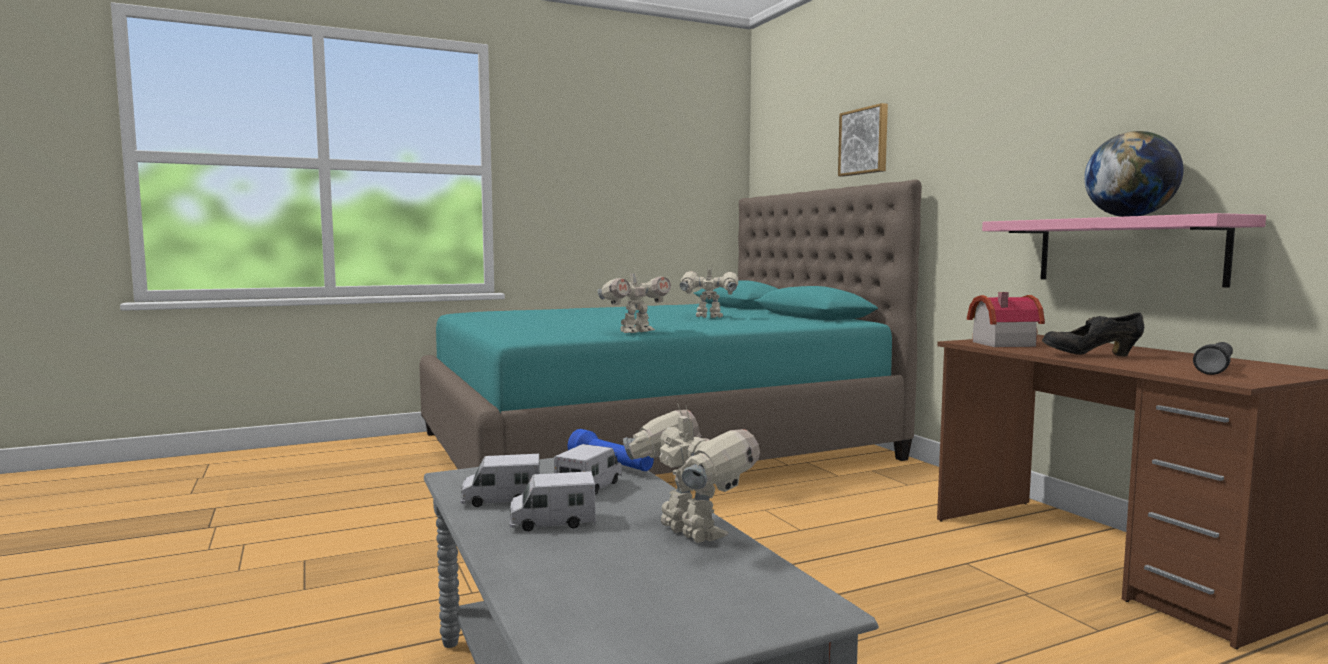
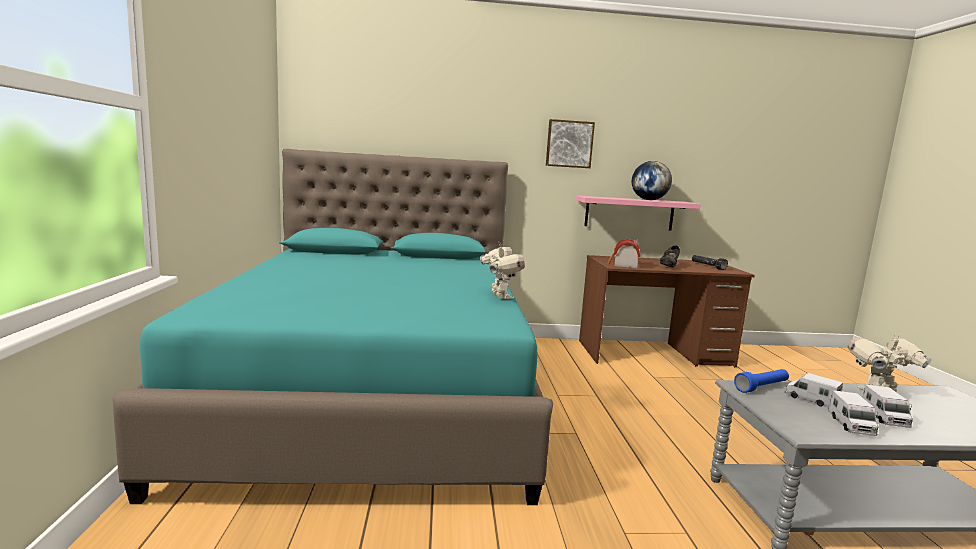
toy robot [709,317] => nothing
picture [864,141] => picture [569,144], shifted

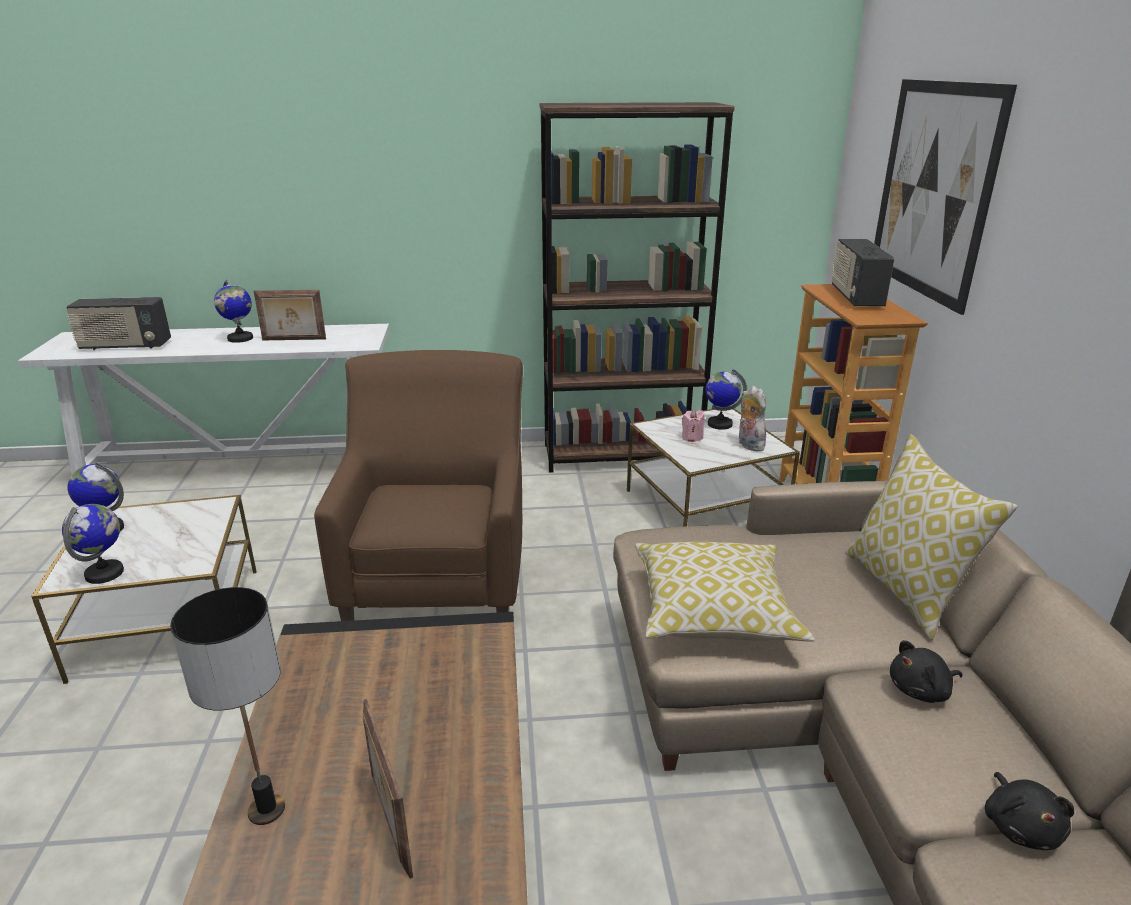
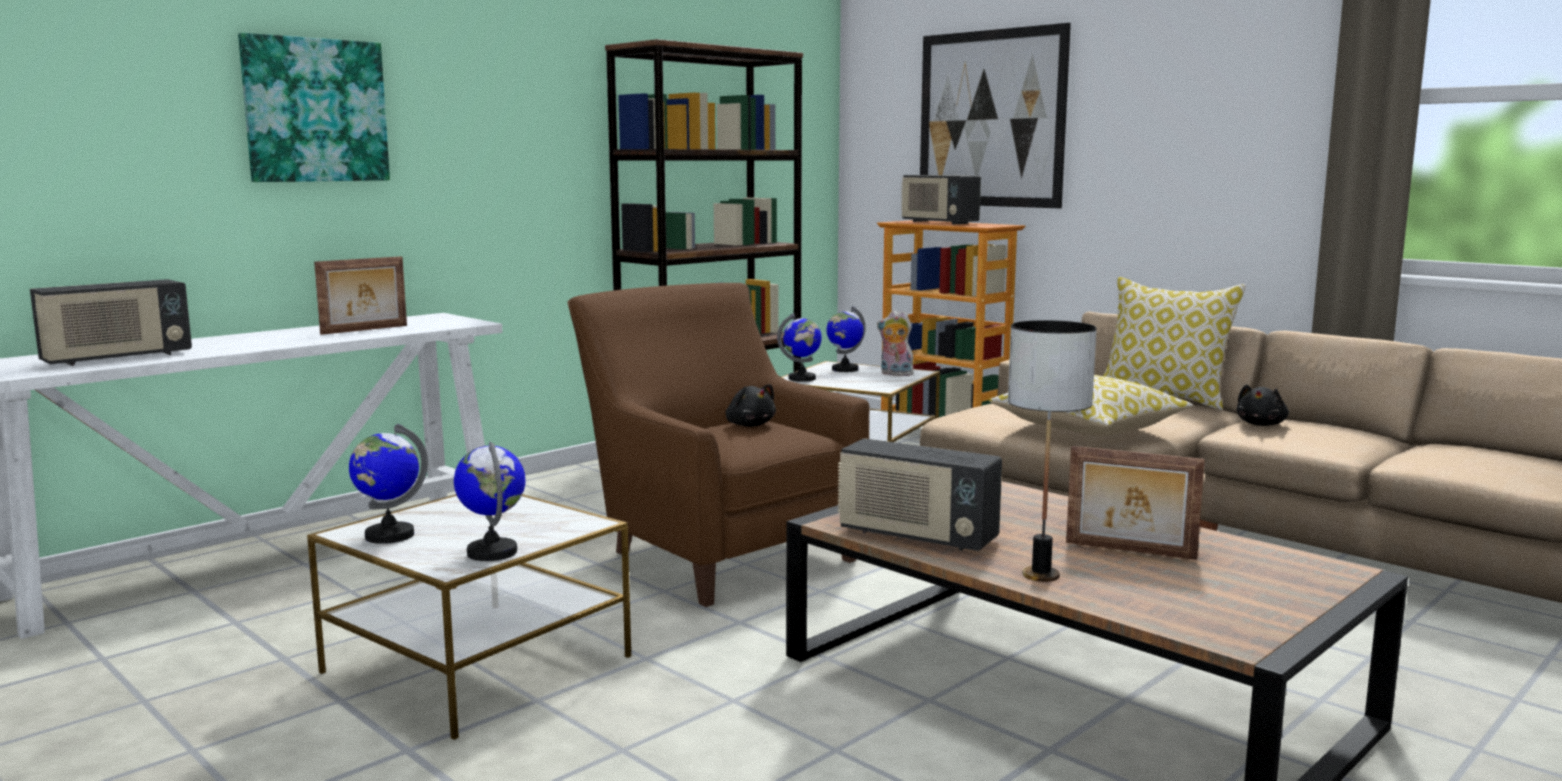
pink candle [692,437] => nothing
nothing => picture [315,110]
nothing => radio [916,536]
globe [240,338] => globe [802,379], shifted
black plush toy [1020,826] => black plush toy [749,425], shifted

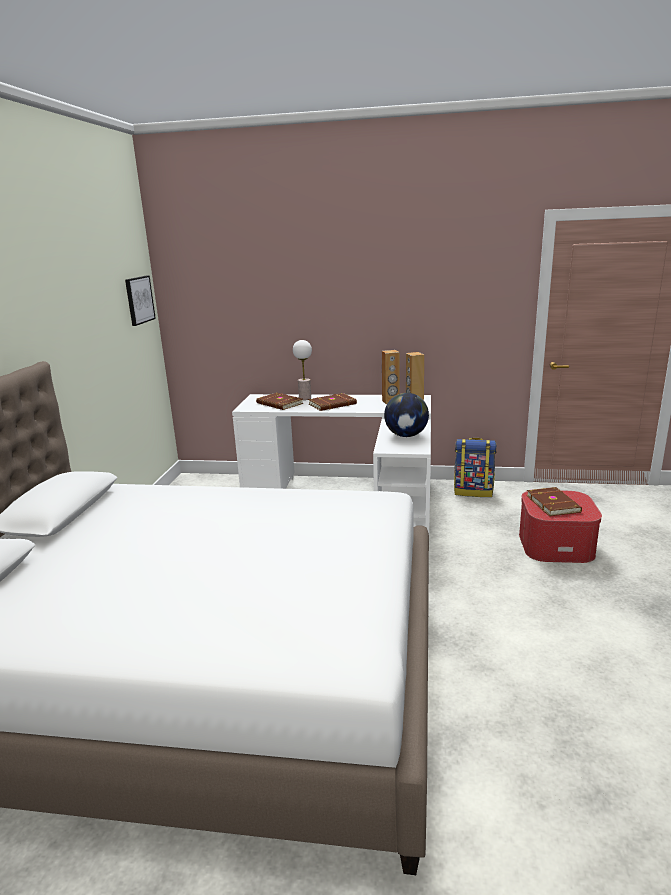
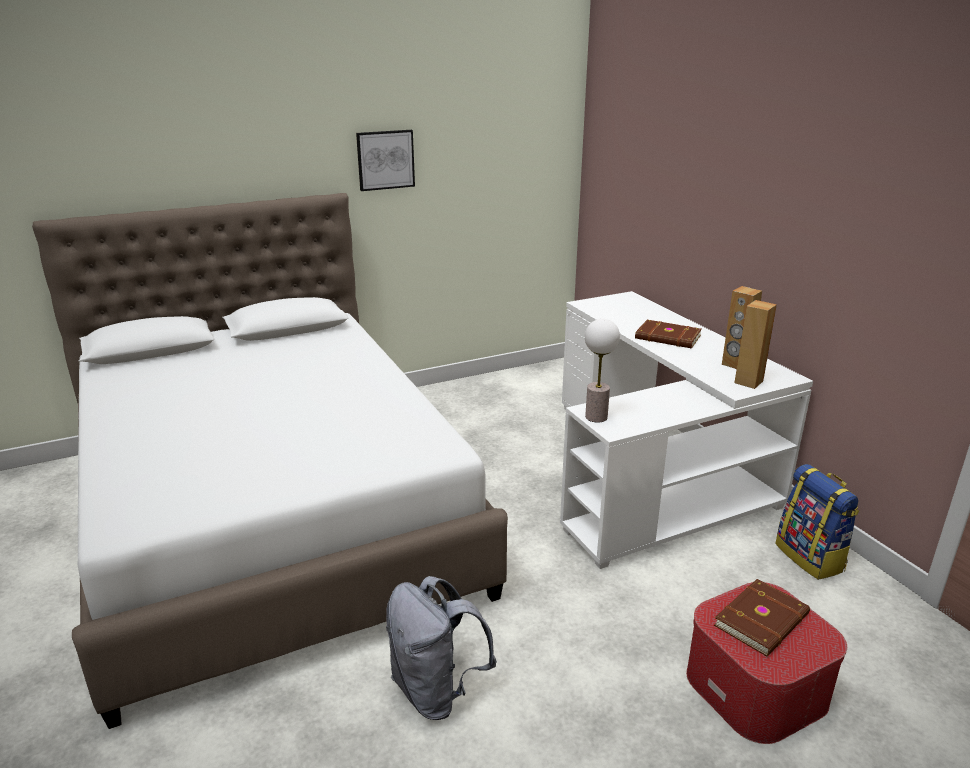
brown book [279,404] => nothing
globe [406,435] => nothing
nothing => grey backpack [436,691]
picture [139,300] => picture [385,160], shifted
table lamp [305,398] => table lamp [596,417], shifted

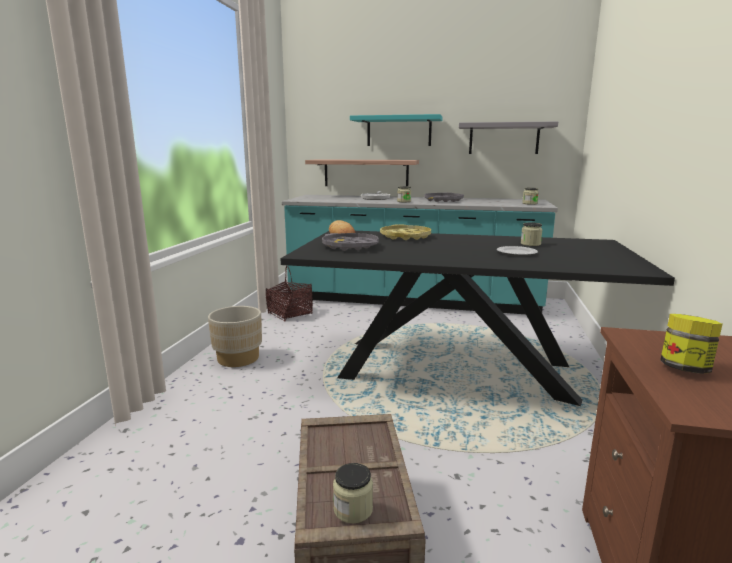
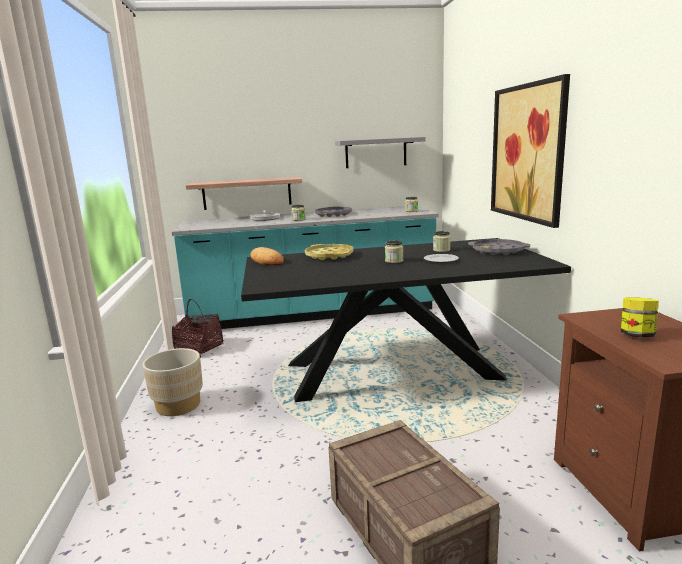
turquoise shelf [399,131] => nothing
nothing => picture [527,153]
grey tray [350,246] => grey tray [498,251], shifted
jar [353,509] => jar [394,261], shifted

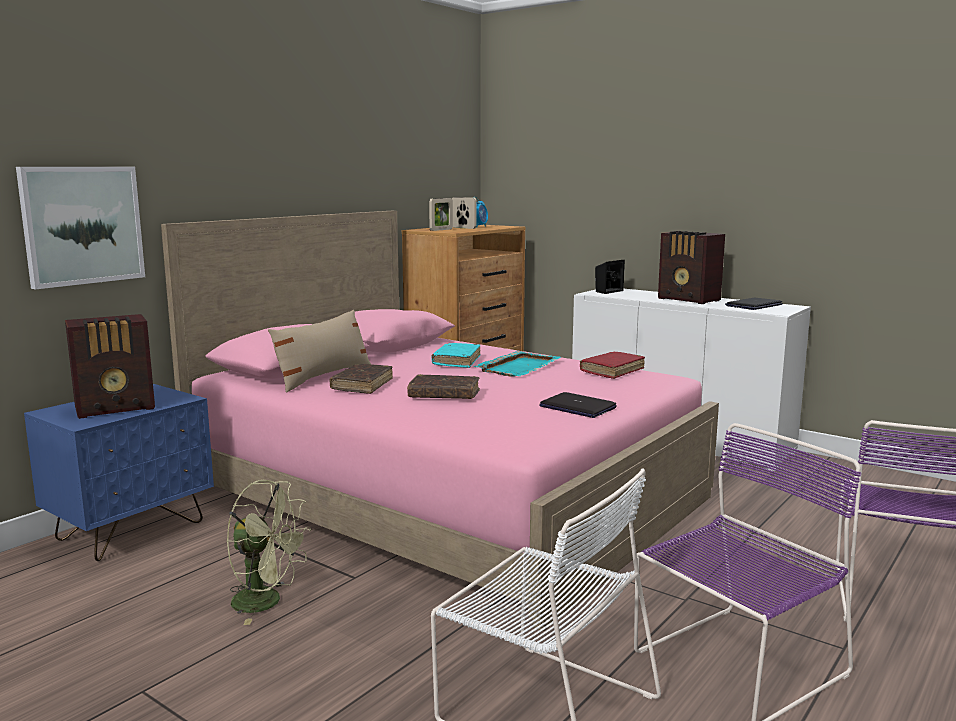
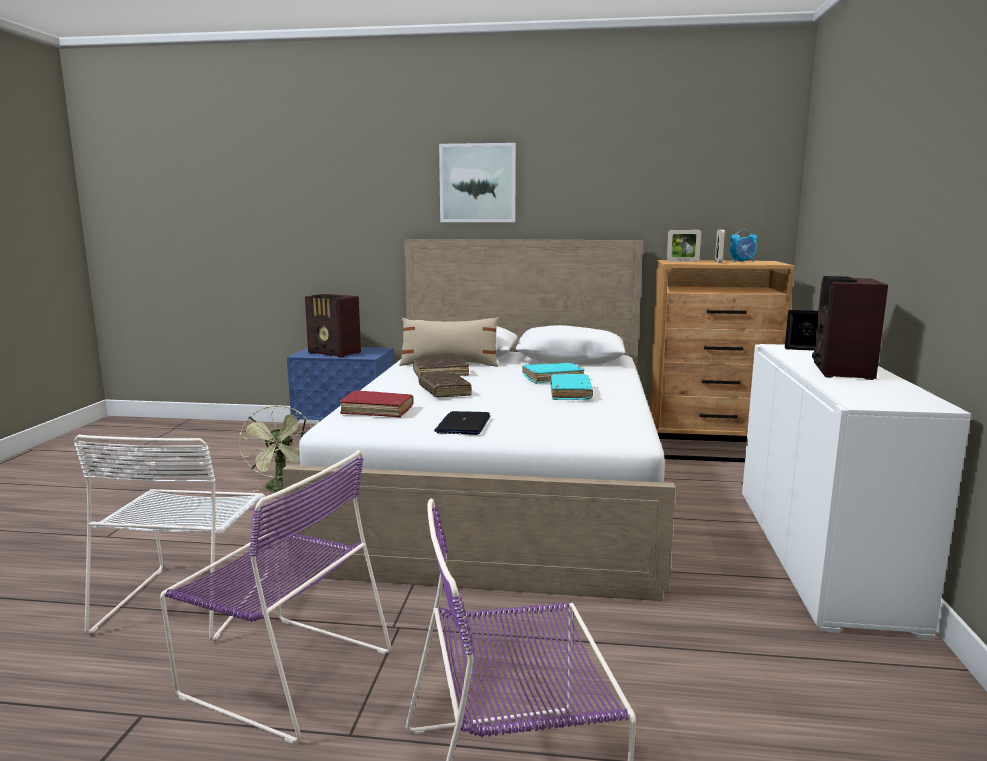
laptop [754,305] => nothing
picture [82,225] => picture [477,183], shifted
red book [612,371] => red book [377,411], shifted
turquoise tray [519,366] => turquoise book [570,393]
pink bed [447,493] => white bed [503,490]

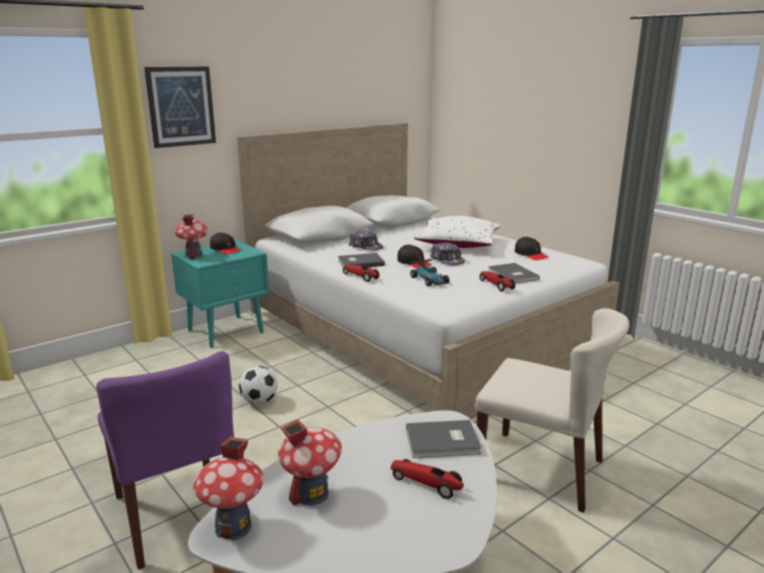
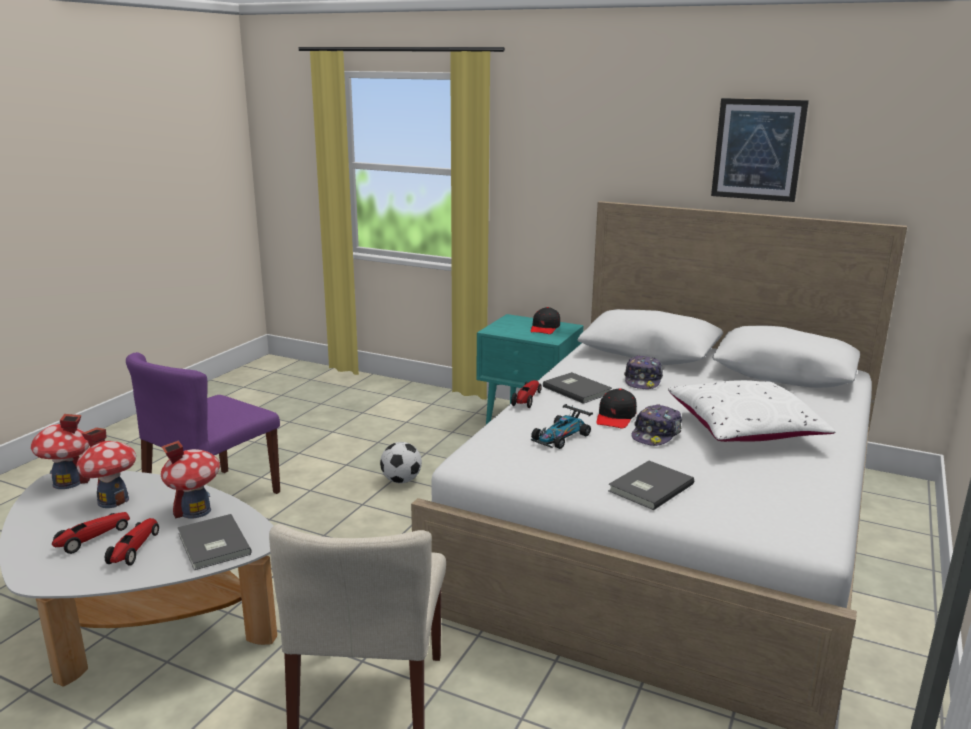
black cap [531,254] => nothing
picture [181,106] => picture [758,149], shifted
toy house [193,255] => toy house [195,510], shifted
toy car [496,285] => toy car [92,538], shifted

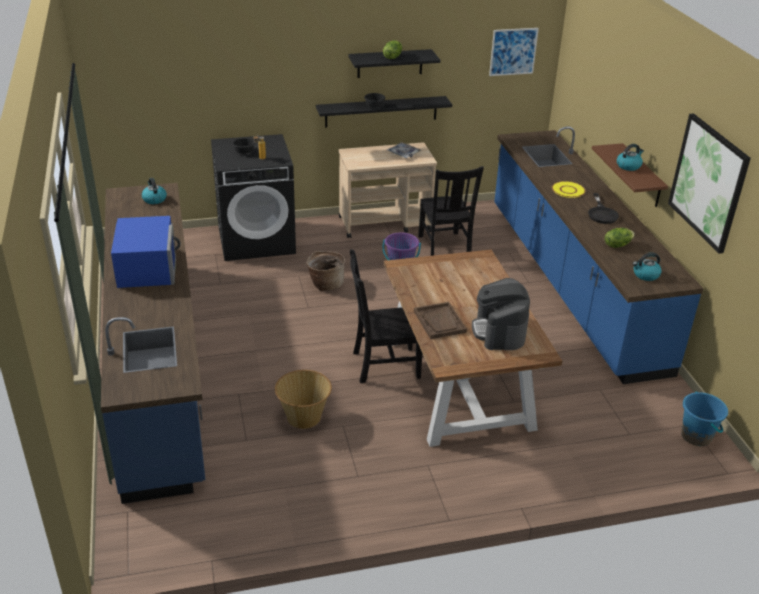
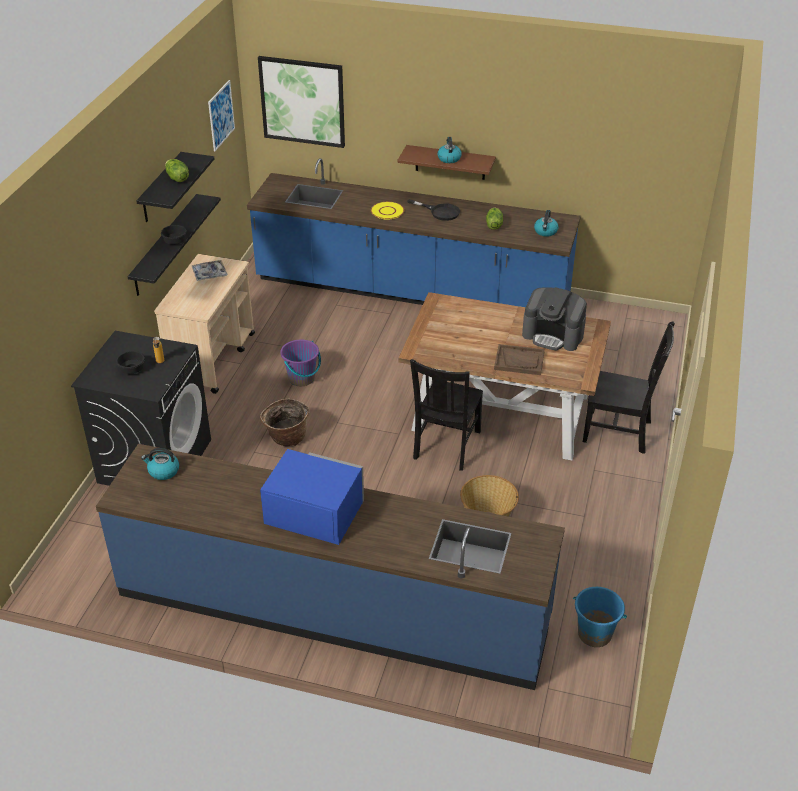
black chair [444,248] => black chair [619,432], shifted
picture [708,182] => picture [302,101], shifted
blue bucket [696,436] => blue bucket [594,634], shifted

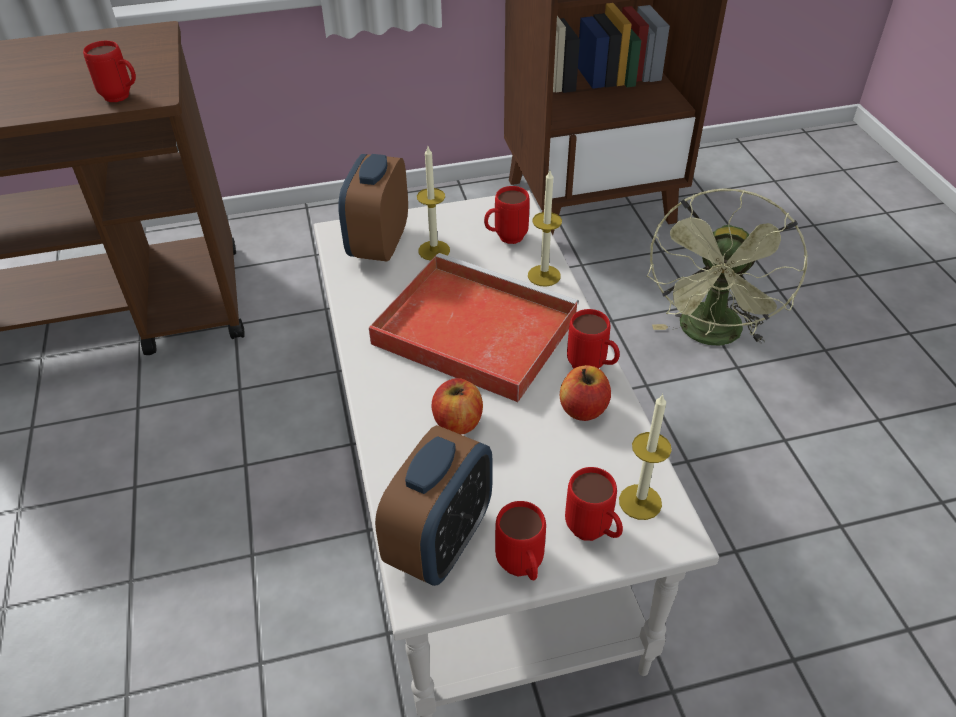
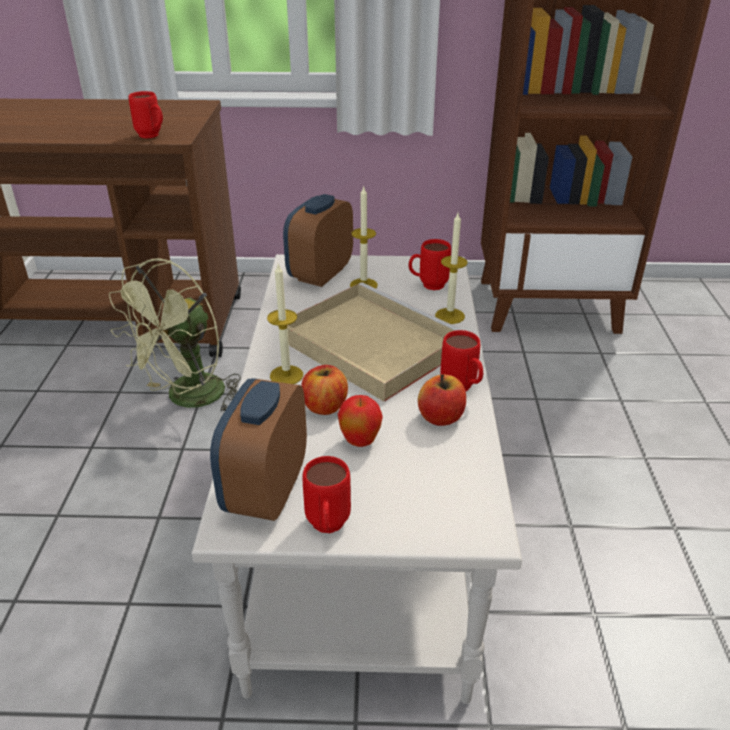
red mug [593,534] => nothing
nothing => apple [360,442]
candle [640,502] => candle [286,375], shifted
green fan [711,336] => green fan [188,399], shifted
red tray [471,330] => beige tray [368,344]
alarm clock [440,542] => alarm clock [266,491], 150 degrees clockwise

